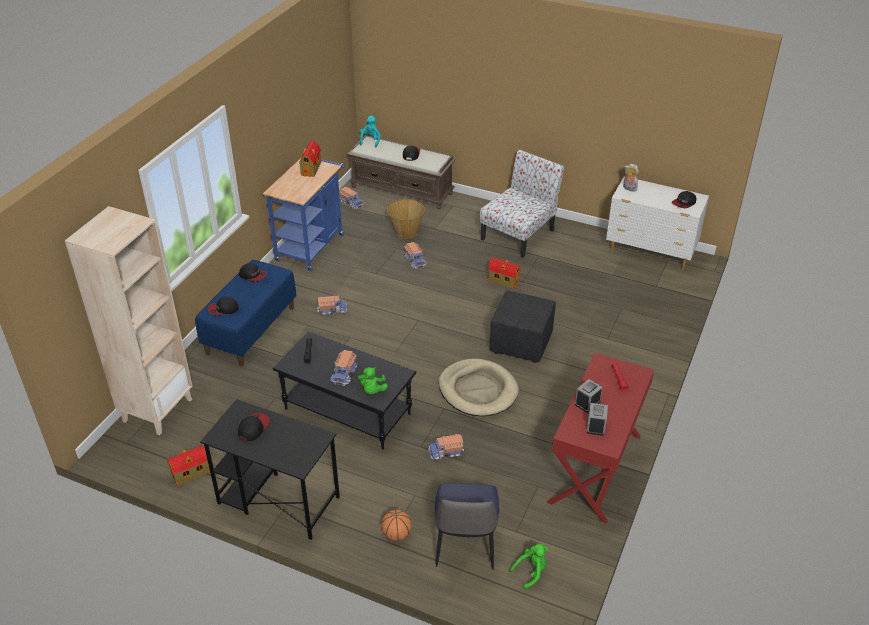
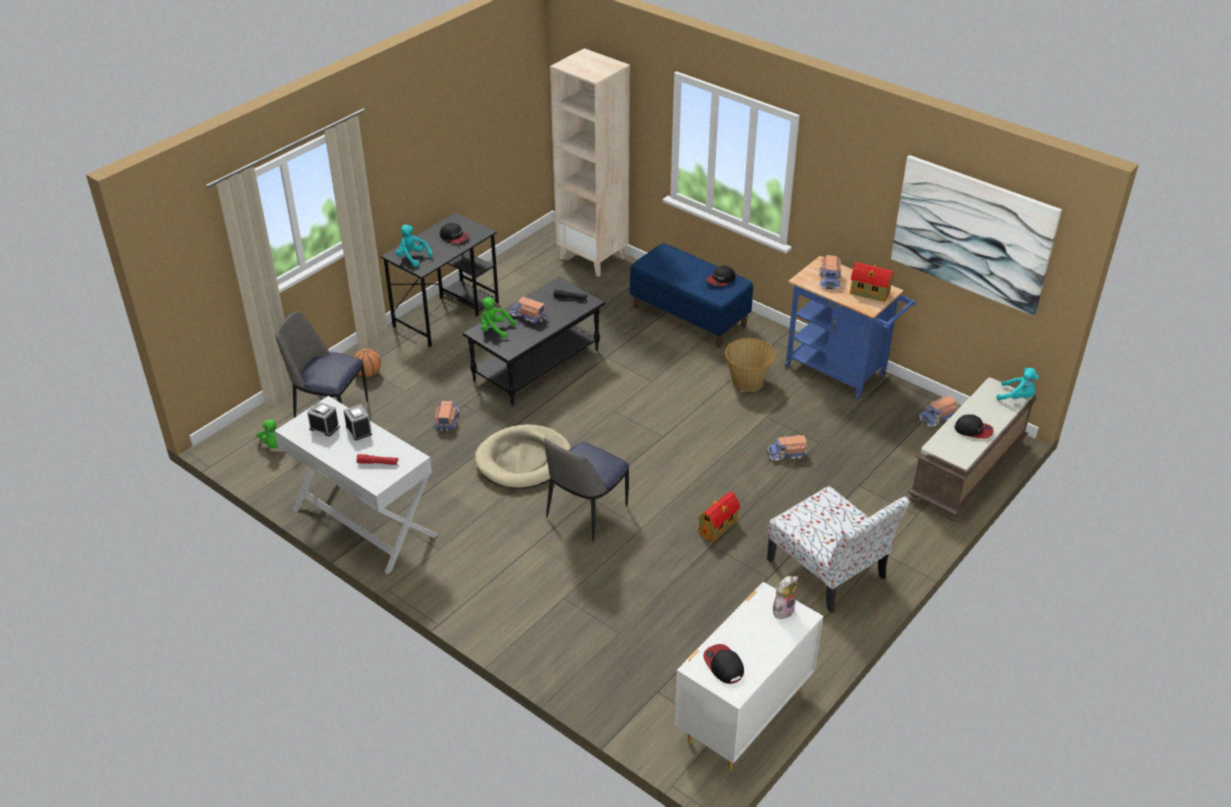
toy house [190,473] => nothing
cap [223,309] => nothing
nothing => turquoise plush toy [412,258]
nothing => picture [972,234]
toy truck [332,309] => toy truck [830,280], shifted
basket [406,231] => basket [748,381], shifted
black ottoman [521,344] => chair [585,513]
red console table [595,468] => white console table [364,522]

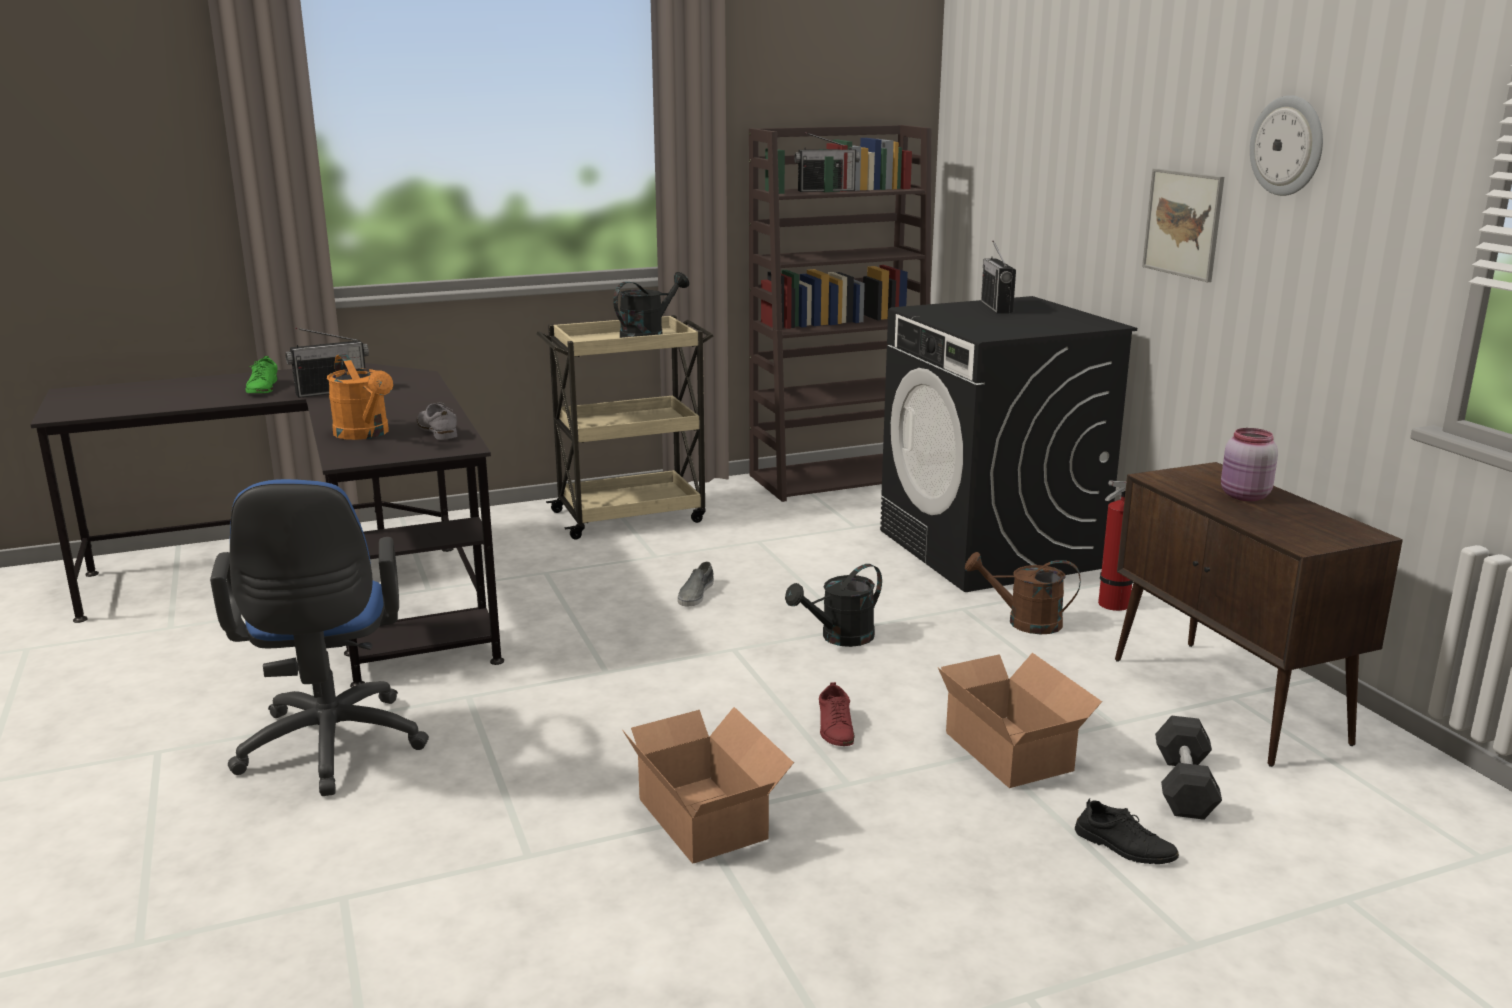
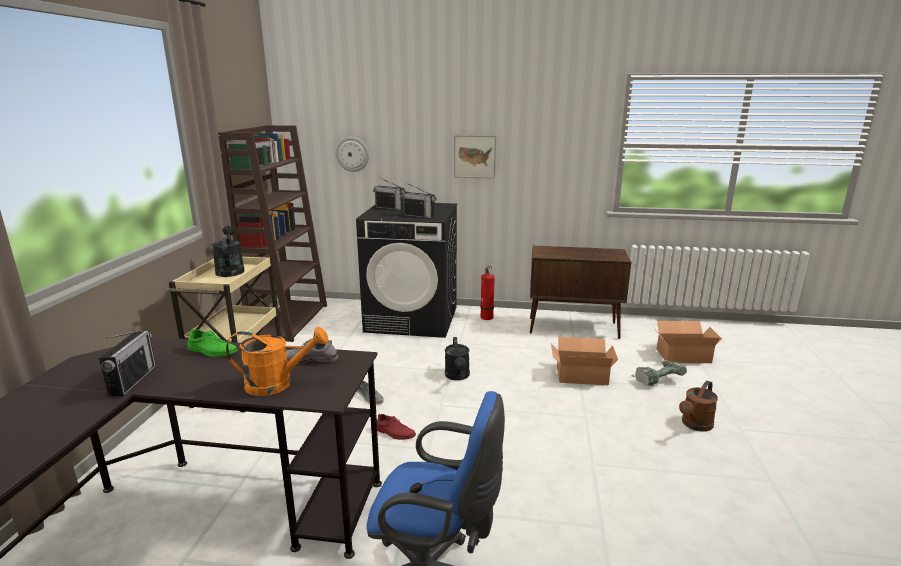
black dumbbell [1184,785] => nothing
pink jar [1244,496] => nothing
nothing => radio [419,216]
green shoe [263,388] => green shoe [212,351], shifted
cardboard box [706,815] => cardboard box [681,355], shifted
red shoe [835,728] => red shoe [394,432], shifted
brown watering can [1024,622] => brown watering can [695,425], shifted
wall clock [1288,146] => wall clock [352,154], shifted
black shoe [1124,846] => power drill [656,379]

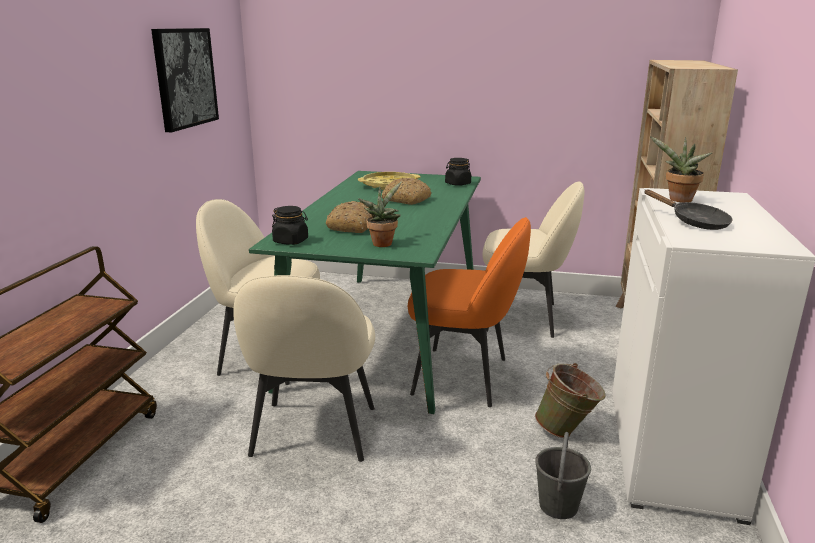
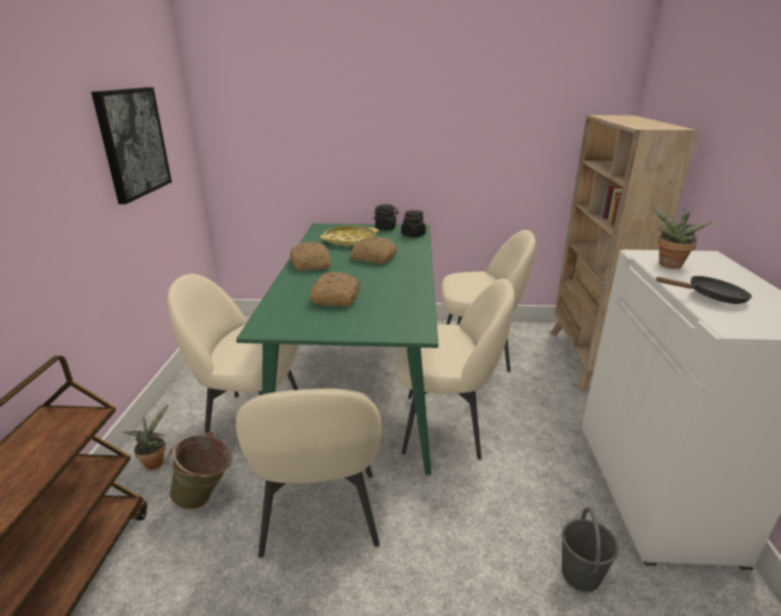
nothing => bread [311,264]
black jar [291,241] => black jar [386,228], shifted
potted plant [382,243] => potted plant [155,461], shifted
green bucket [567,431] => green bucket [206,498], shifted
orange chair [464,376] => beige chair [445,426]
black frying pan [694,222] => black frying pan [710,297], 45 degrees counterclockwise

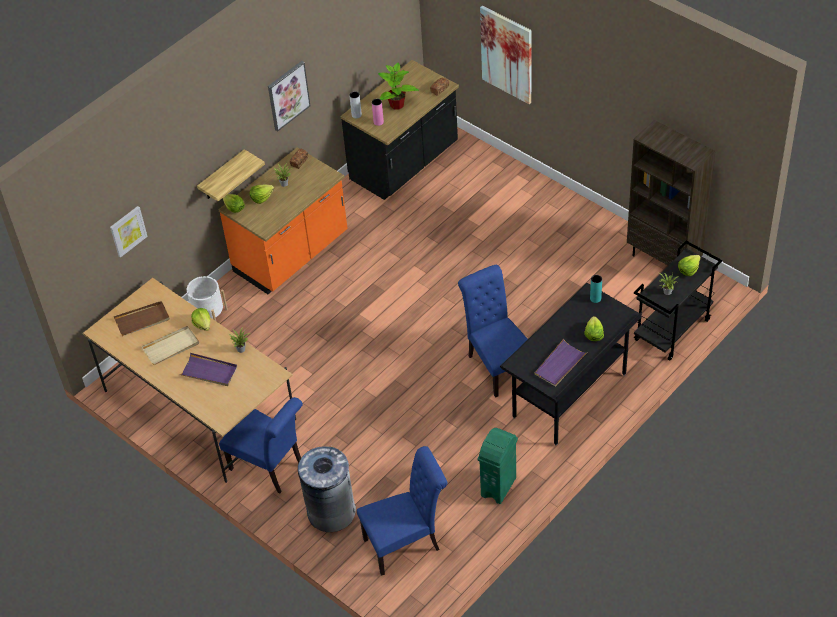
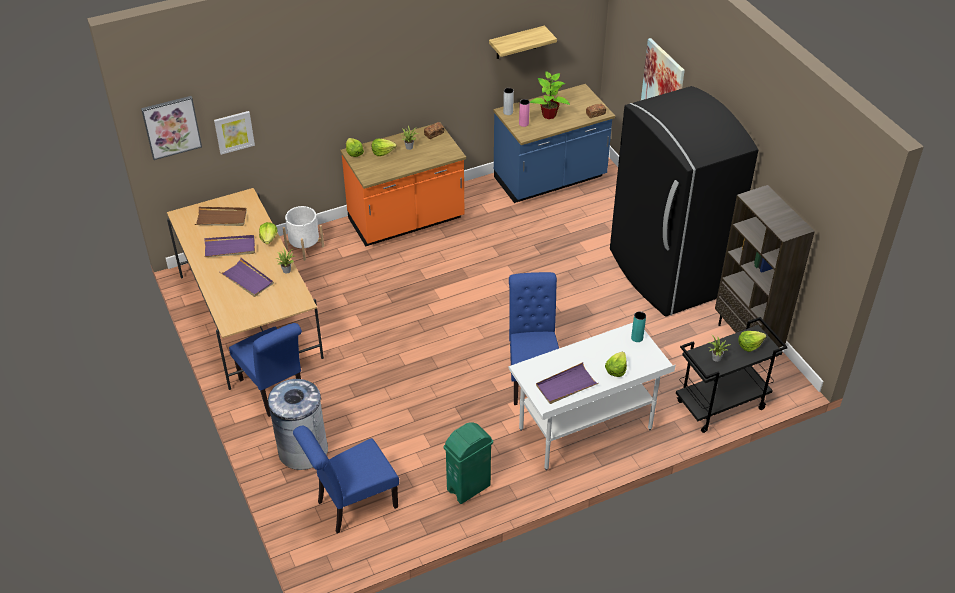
nothing => black fridge [666,274]
shelf [222,176] => shelf [516,42], shifted
picture [288,95] => picture [171,127], shifted
beige tray [171,347] => purple tray [230,248]
black counter [405,163] => blue counter [550,179]
black desk [570,396] => white desk [585,430]
blue chair [406,543] => blue chair [352,505], 150 degrees clockwise

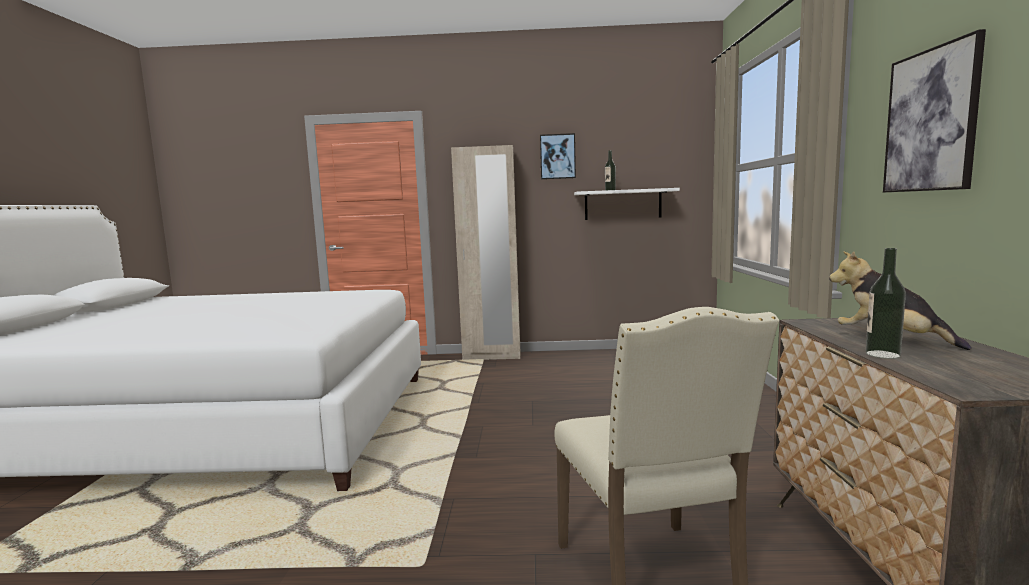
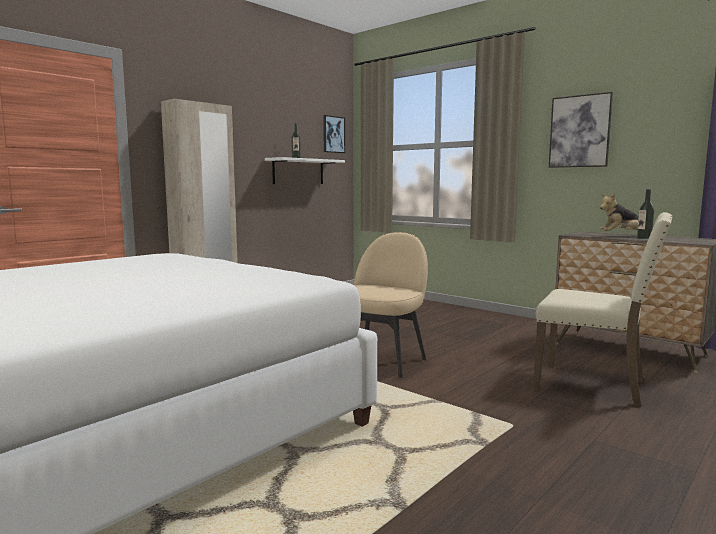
nothing => beige chair [383,361]
picture [557,156] => picture [333,134], shifted

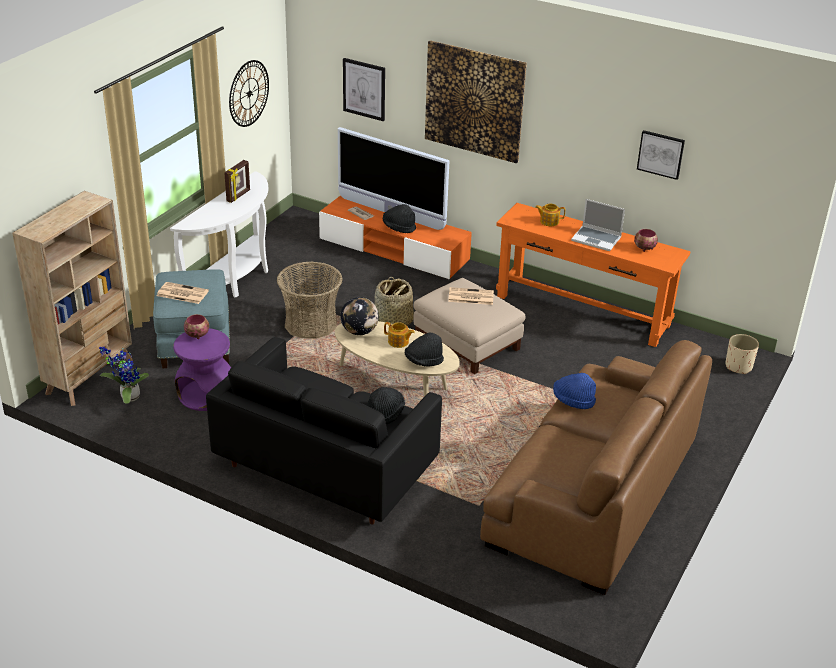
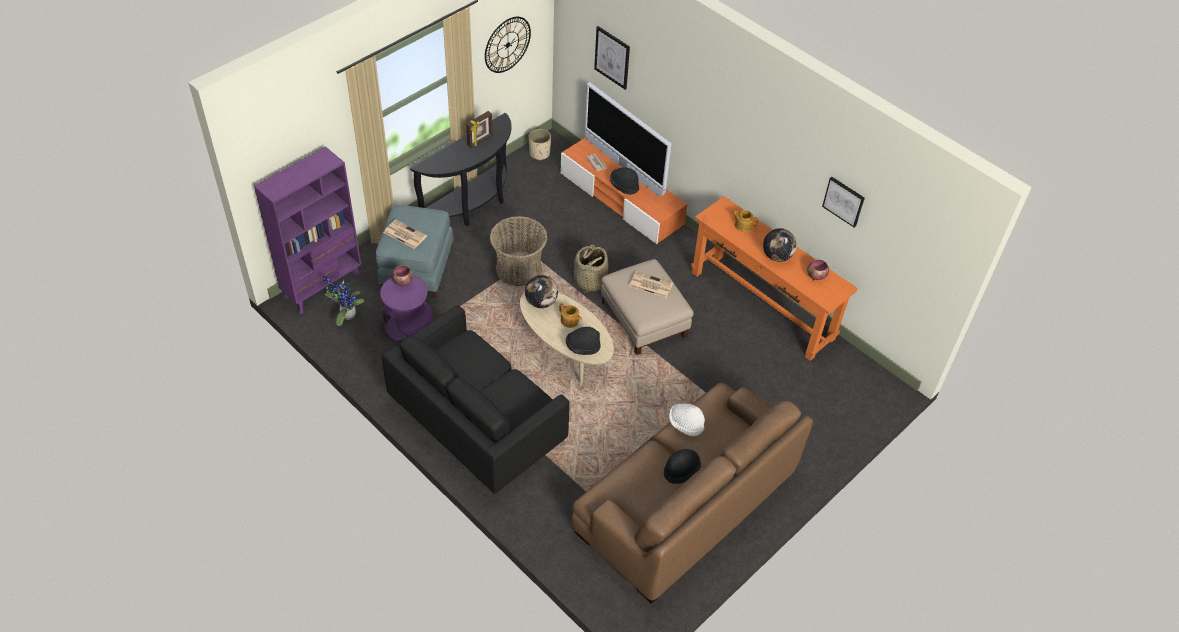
picture [474,101] => nothing
black hat [384,414] => black hat [681,470], shifted
beige planter [738,366] => beige planter [539,153], shifted
laptop [597,239] => globe [777,256]
beige bookcase [90,376] => purple bookcase [323,286]
white console table [235,279] => black console table [472,205]
blue hat [573,400] => white hat [685,424]

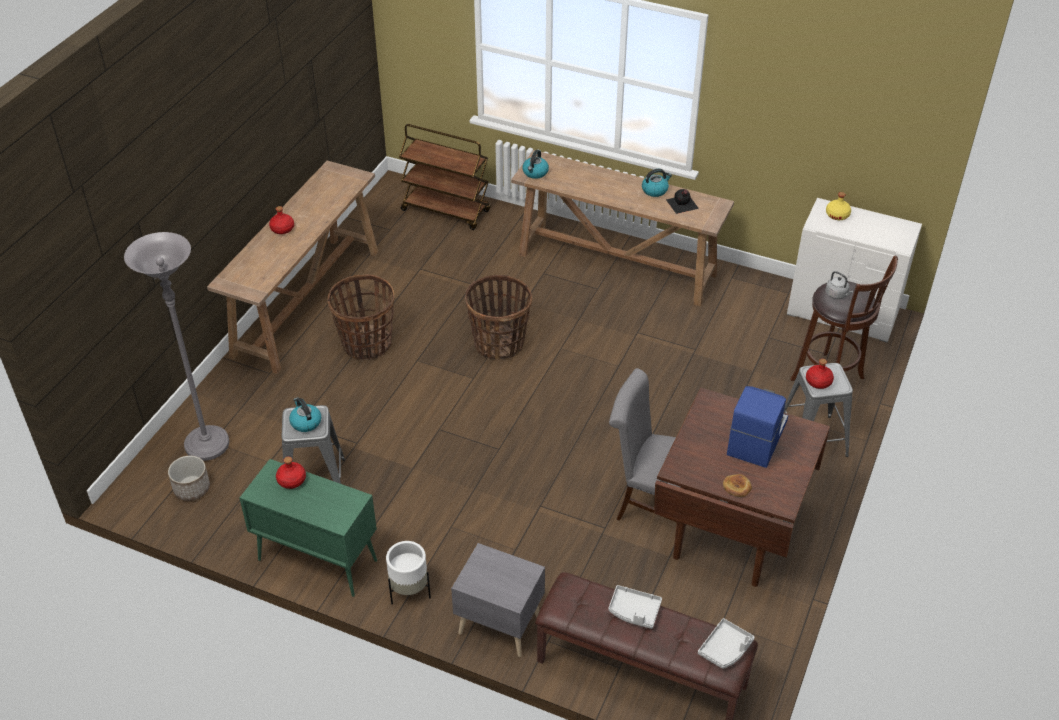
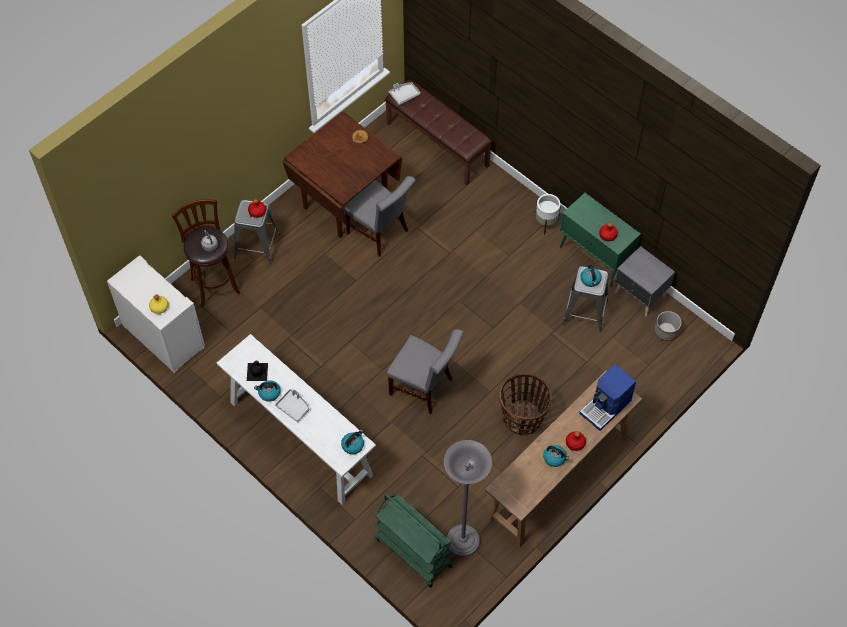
nothing => kettle [554,458]
grey floor lamp [207,445] => grey floor lamp [462,541], shifted
grey nightstand [499,624] => grey nightstand [639,296], shifted
grey tray [634,611] => grey tray [294,407], shifted
coffee machine [755,438] => coffee machine [606,407], shifted
basket [499,344] => grey chair [425,387]
brown cart [446,211] => green cart [412,552]
brown console table [618,265] => white console table [300,438]

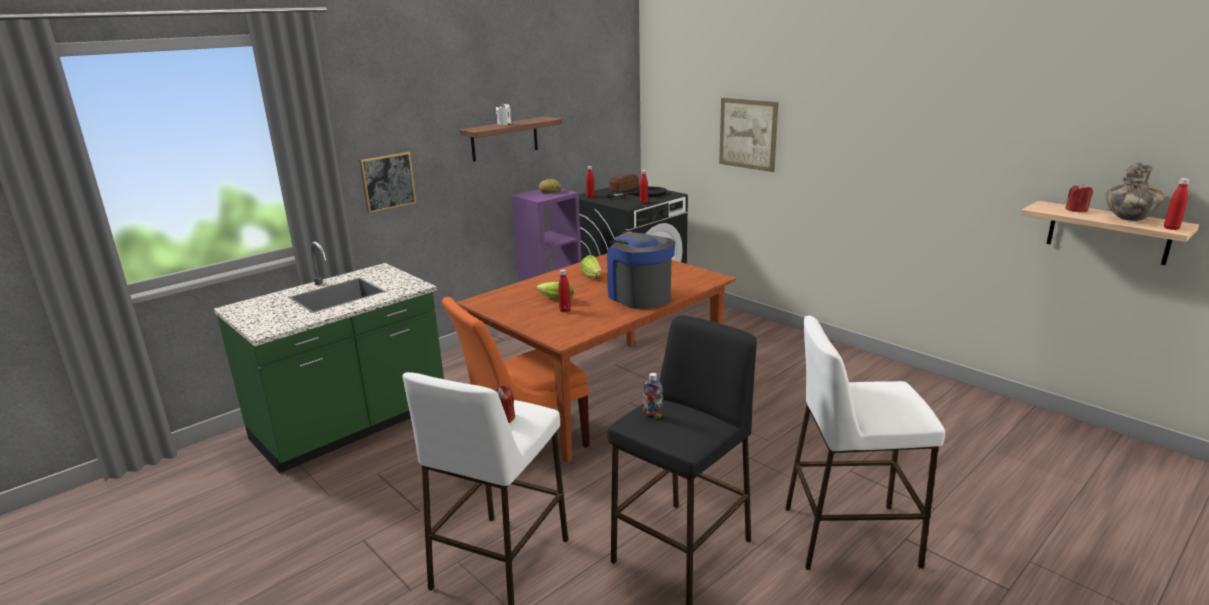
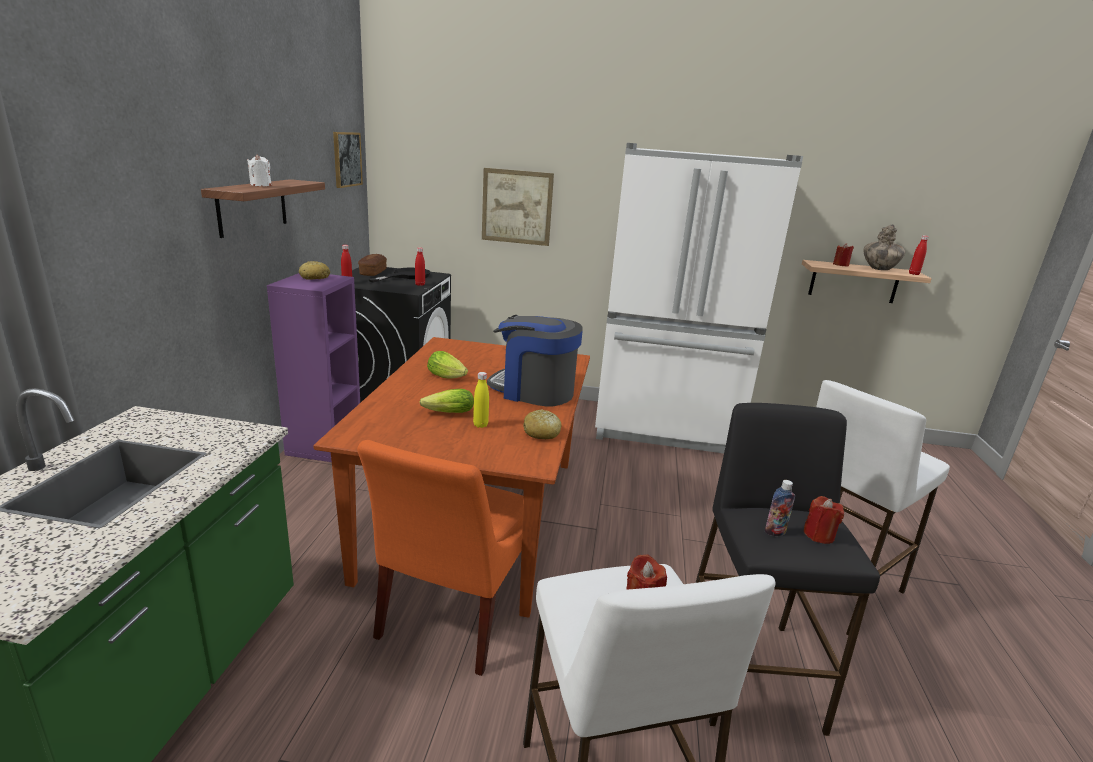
nothing => bread [541,433]
nothing => white fridge [665,430]
nothing => red candle [819,535]
picture [387,181] => picture [346,159], shifted
red bottle [565,310] => yellow bottle [480,425]

